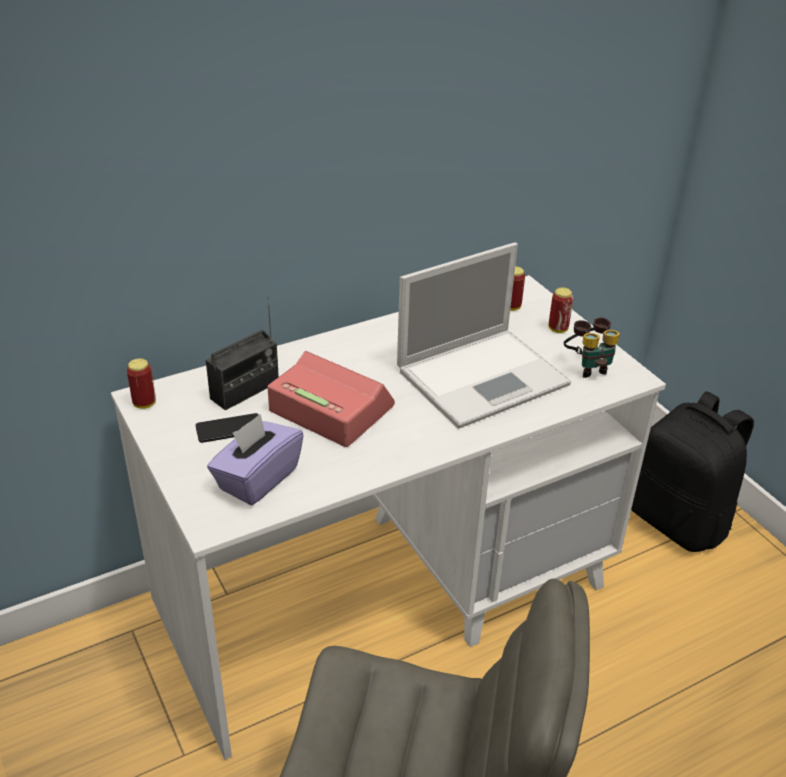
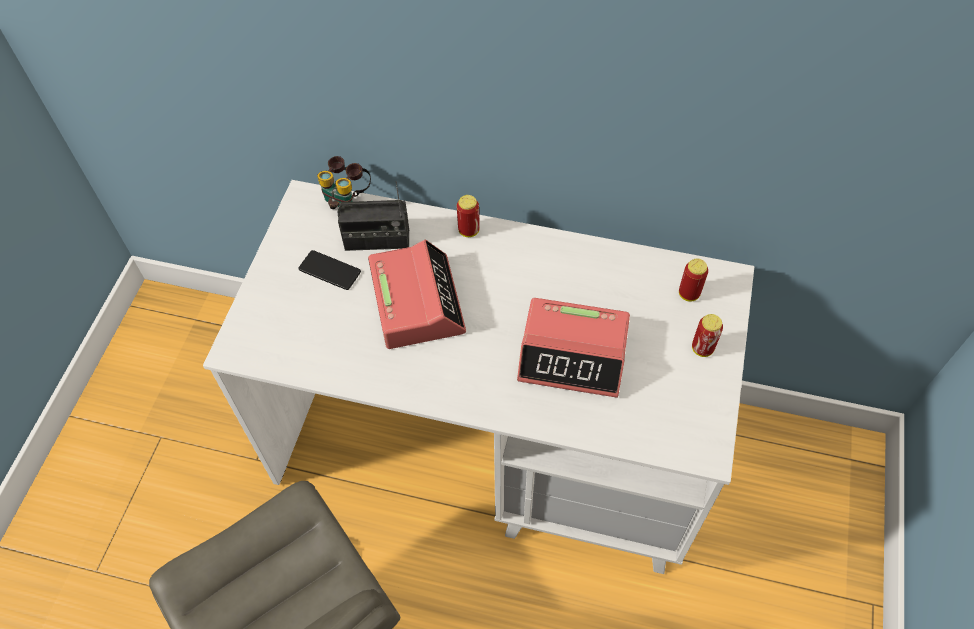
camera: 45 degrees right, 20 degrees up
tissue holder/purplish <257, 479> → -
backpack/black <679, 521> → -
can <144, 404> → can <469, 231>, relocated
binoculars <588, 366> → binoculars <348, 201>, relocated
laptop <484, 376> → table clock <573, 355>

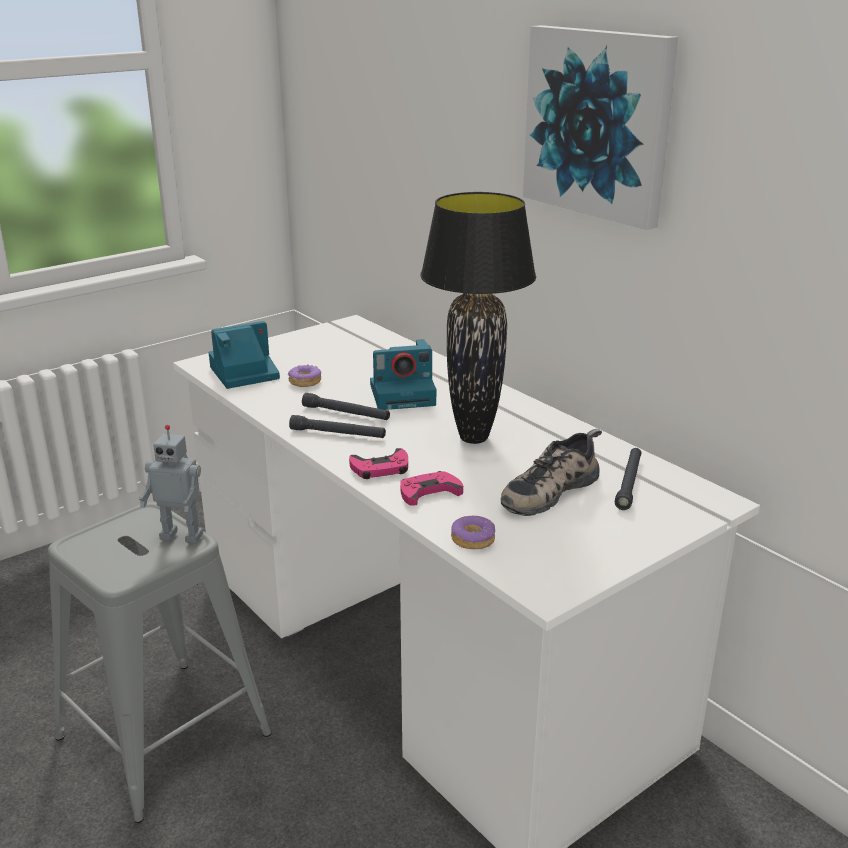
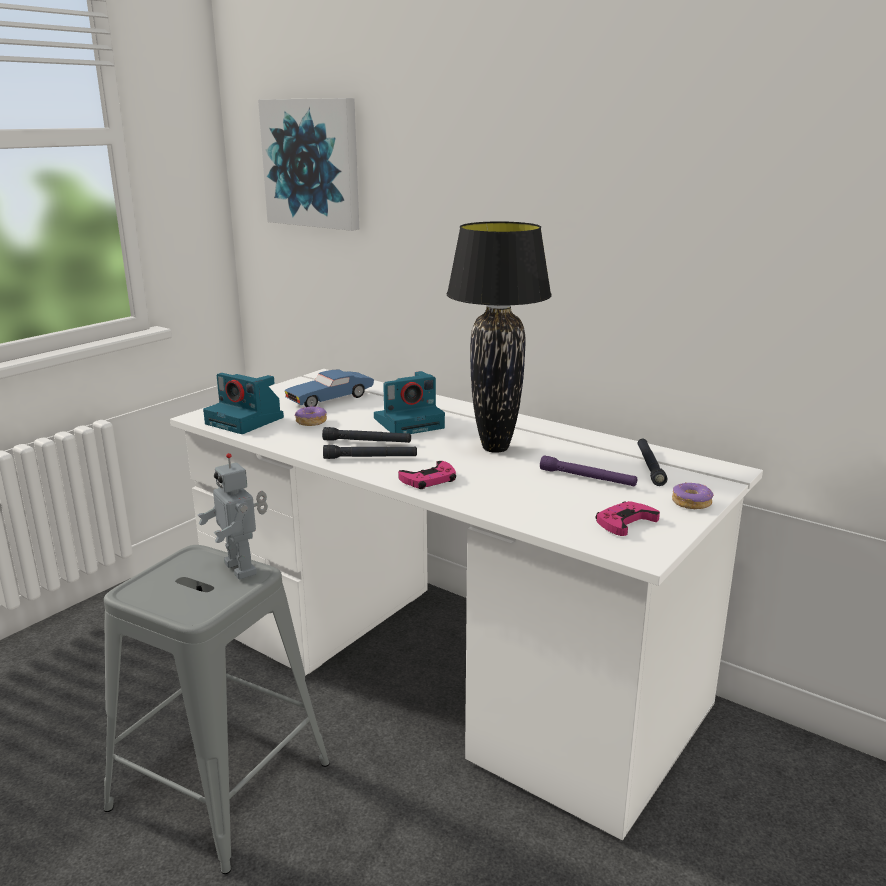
camera: 15 degrees left, 5 degrees down
- → model car/blue <330, 399>
joypad/pink <429, 492> → joypad/pink <625, 523>, relocated
donut <473, 539> → donut <691, 502>, relocated
wall picture <598, 124> → wall picture <312, 163>, relocated
low shoe <548, 489> → hand torch/purplish <587, 478>
model robot <183, 535> → model robot <243, 568>, 60 degrees clockwise
still camera <243, 373> → still camera <246, 421>, 105 degrees counterclockwise

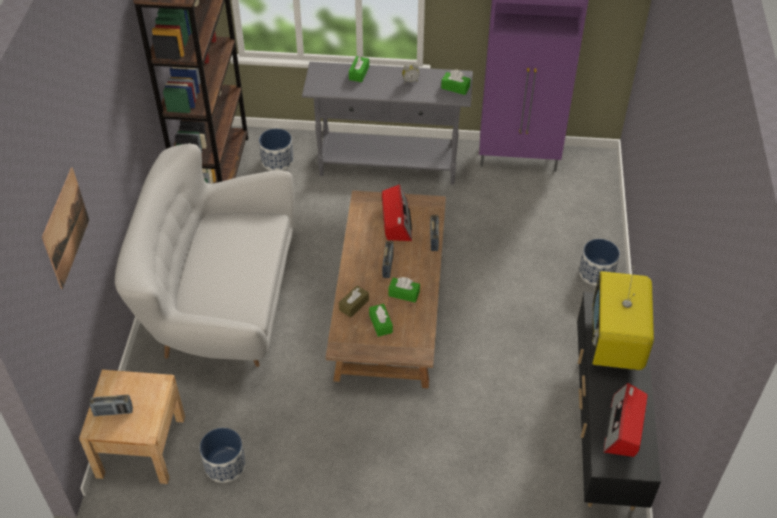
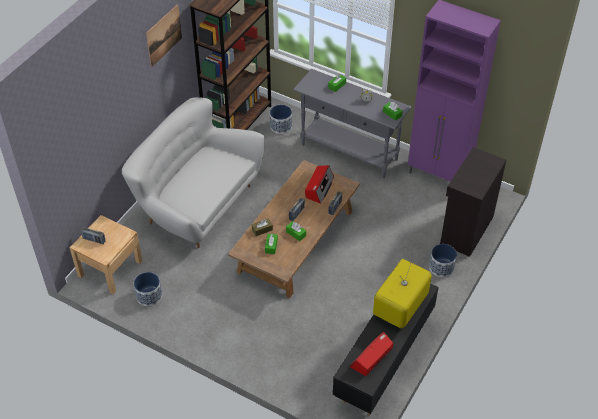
camera: 25 degrees right, 0 degrees up
- → cabinet/black <465, 230>
wall picture <65, 228> → wall picture <164, 35>, relocated

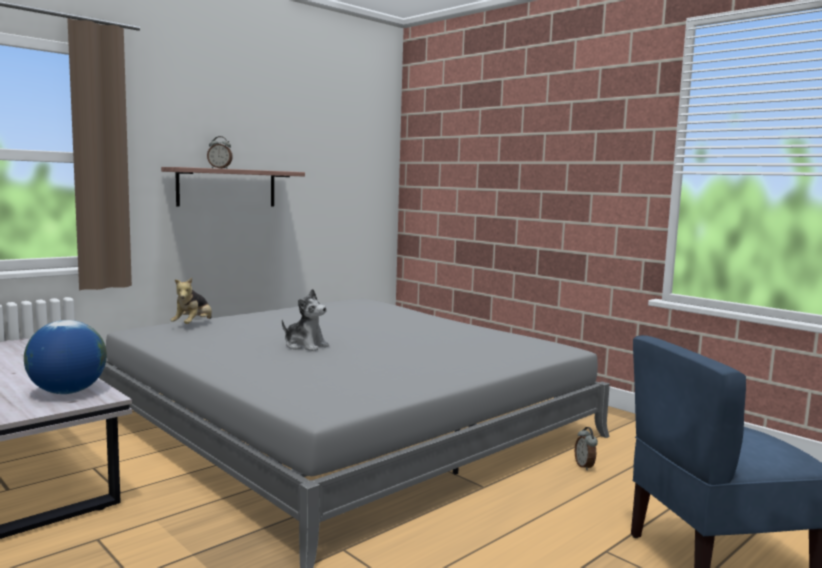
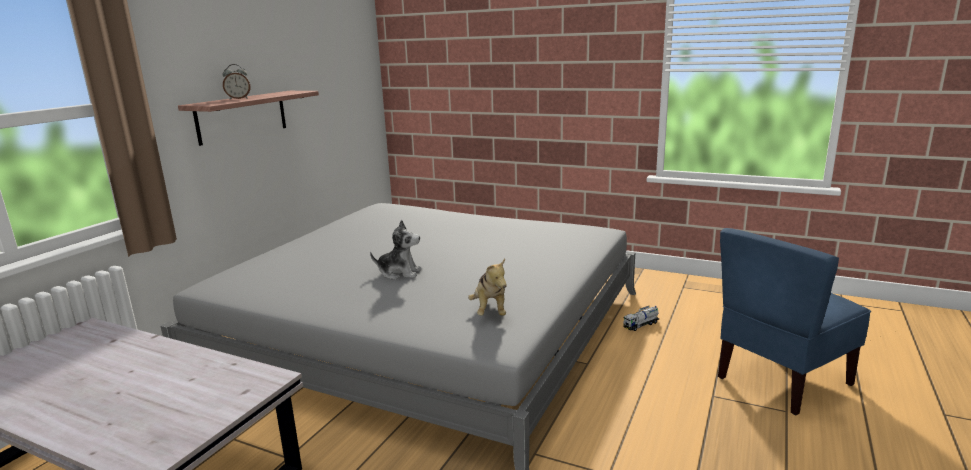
camera: 20 degrees left, 10 degrees up
world globe <67, 392> → -
plush toy <193, 325> → plush toy <490, 311>, relocated
table clock <585, 466> → toy lorry <641, 325>

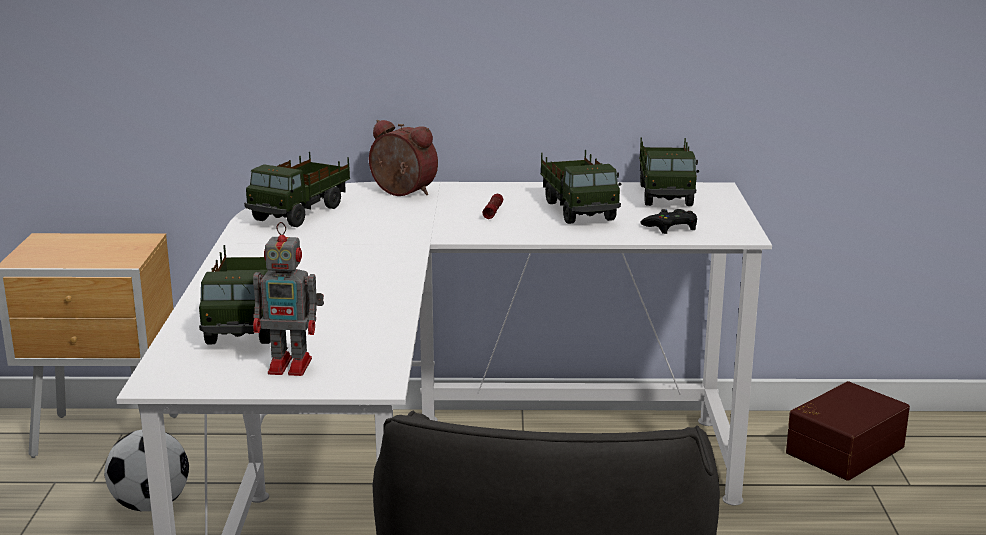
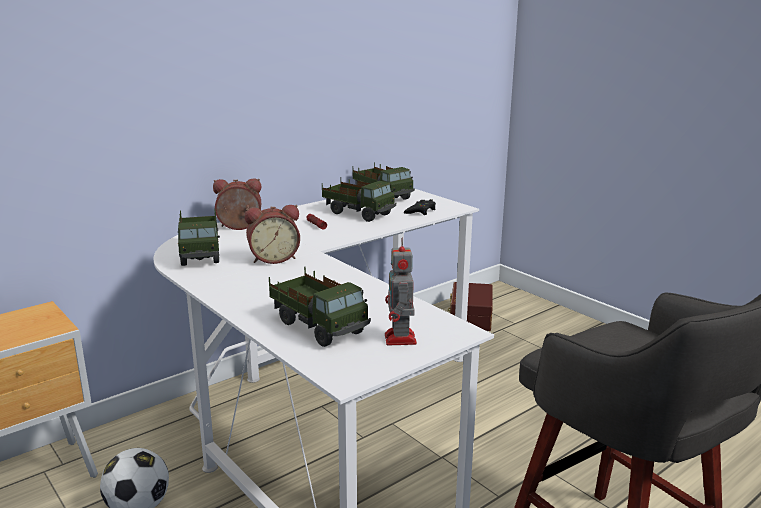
camera: 40 degrees left, 0 degrees up
- → table clock <274, 258>
model robot <292, 366> → model robot <400, 340>, 120 degrees clockwise

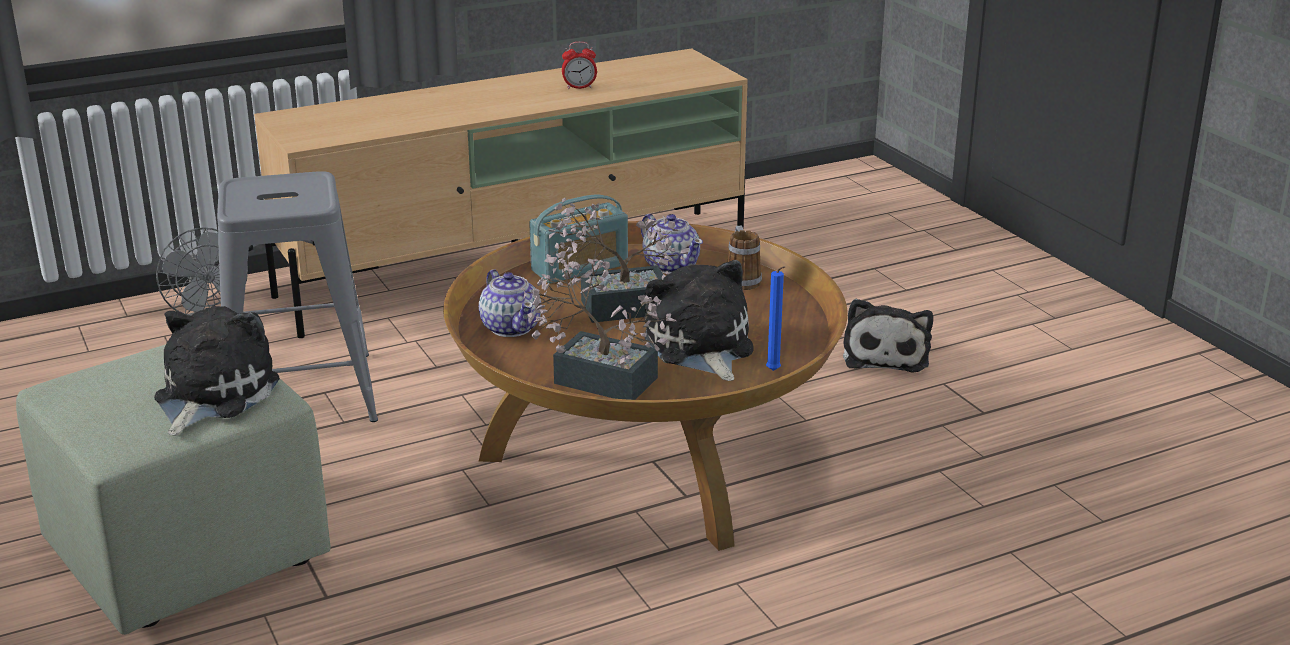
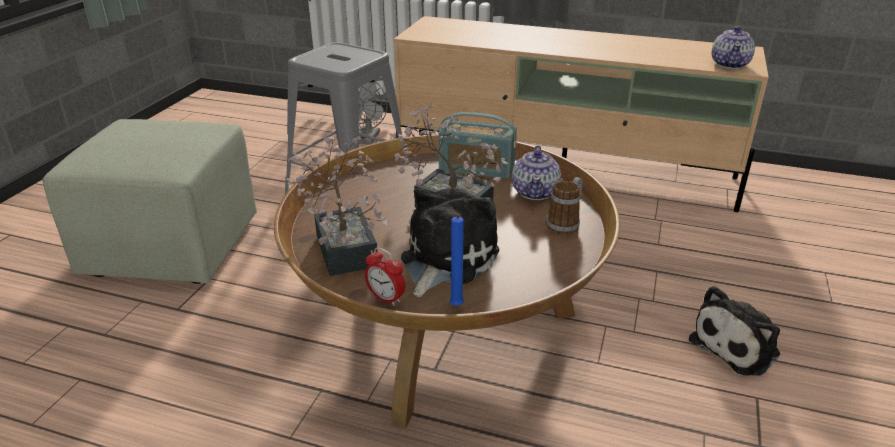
camera: 45 degrees right, 5 degrees up
plush toy <211, 395> → -
teapot <511, 327> → teapot <730, 64>, relocated
table clock <579, 87> → table clock <386, 298>, relocated

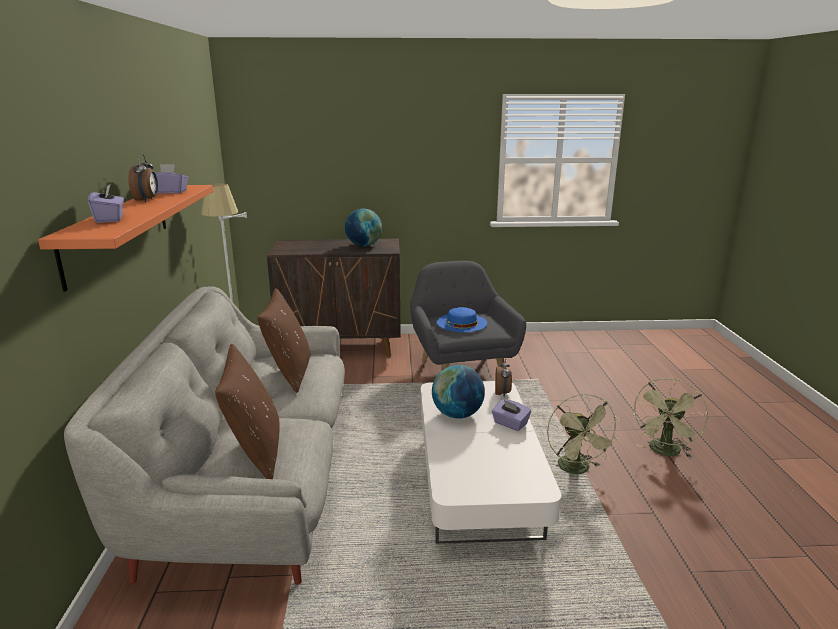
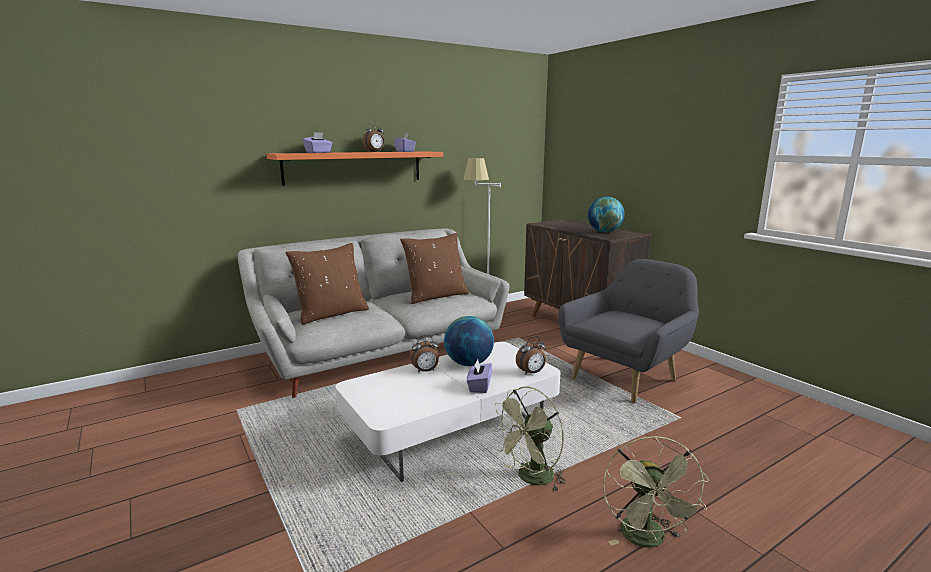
camera: 60 degrees right, 5 degrees down
clothing hat/blue <461, 322> → -
- → table clock <425, 371>
electric fan/green <664, 452> → electric fan/green <647, 540>, 90 degrees counterclockwise

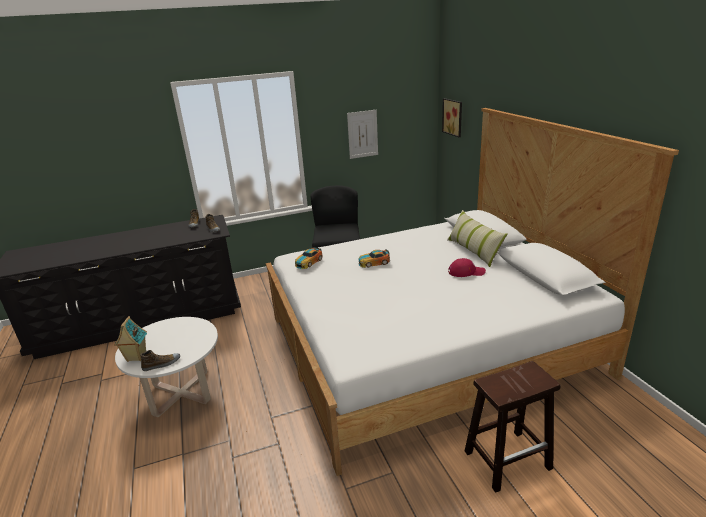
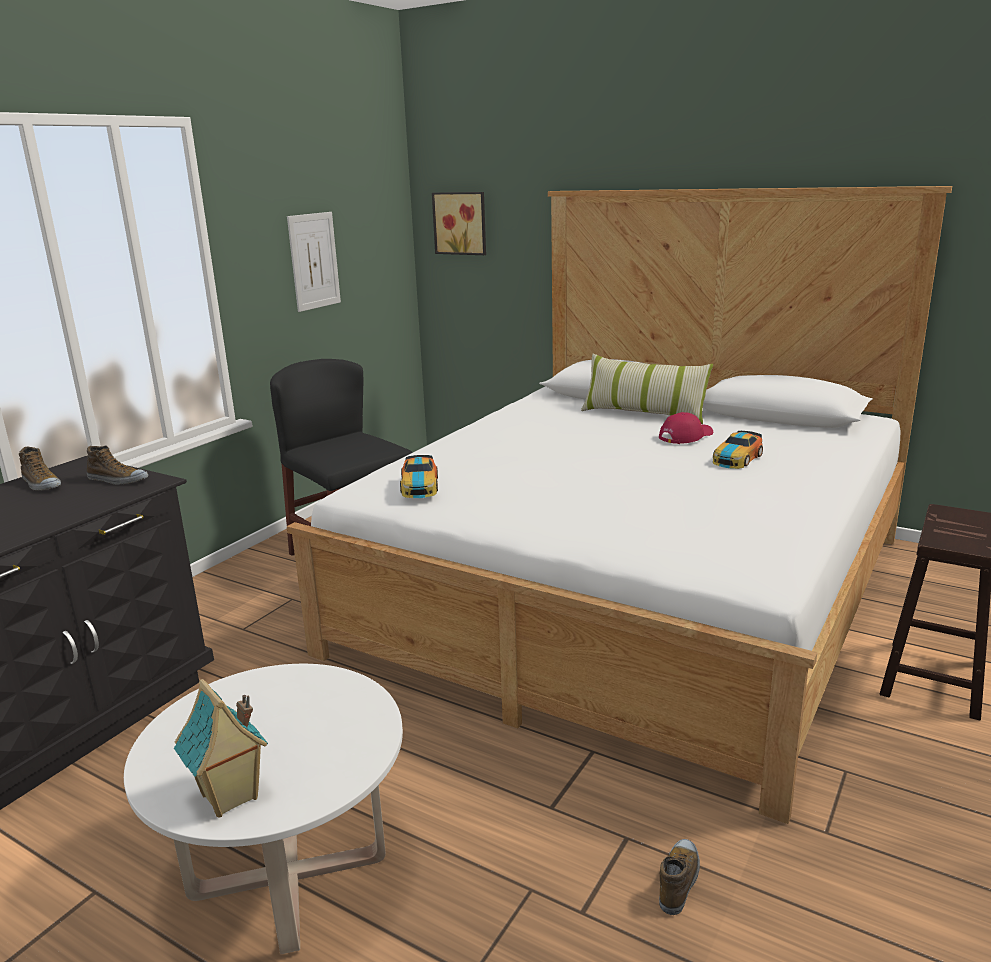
camera: 40 degrees left, 5 degrees down
low shoe <161, 364> → low shoe <679, 881>, relocated
model car <374, 262> → model car <737, 458>, relocated

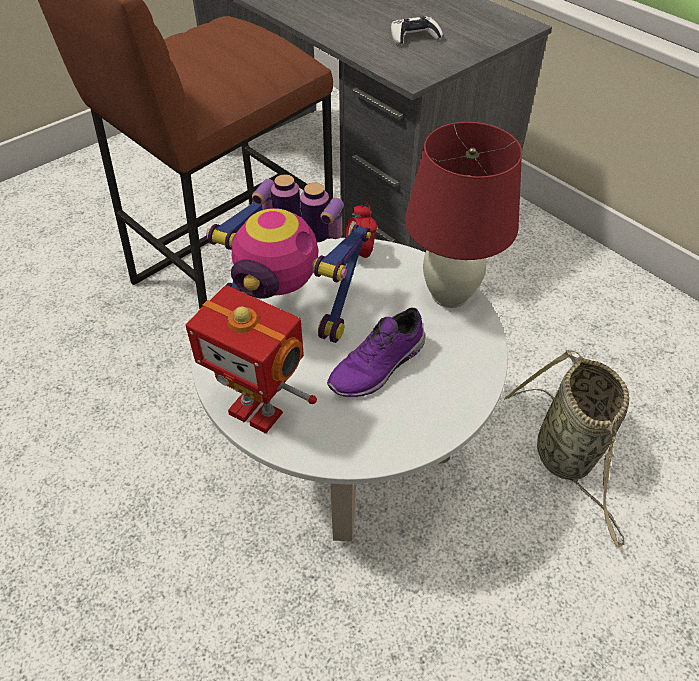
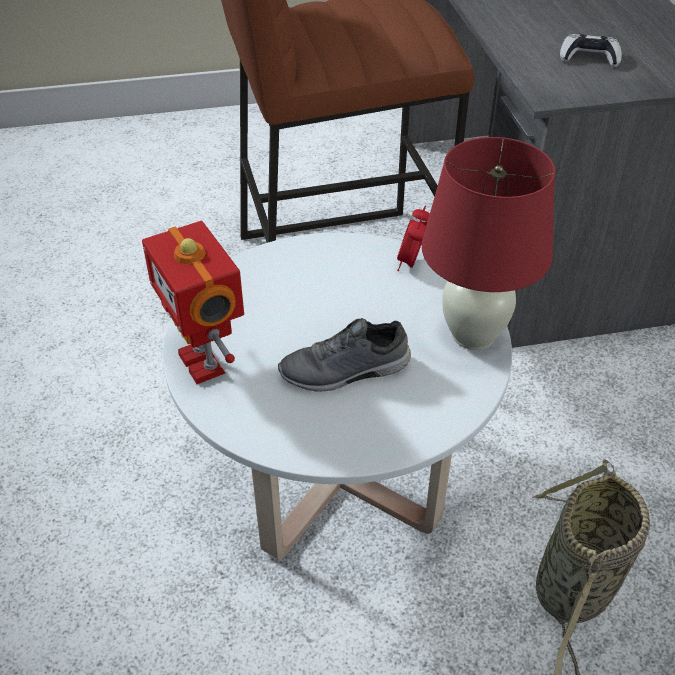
camera: 30 degrees right, 5 degrees down
model robot <291, 308> → -
low shoe/purplish <379, 367> → low shoe/gray <345, 372>

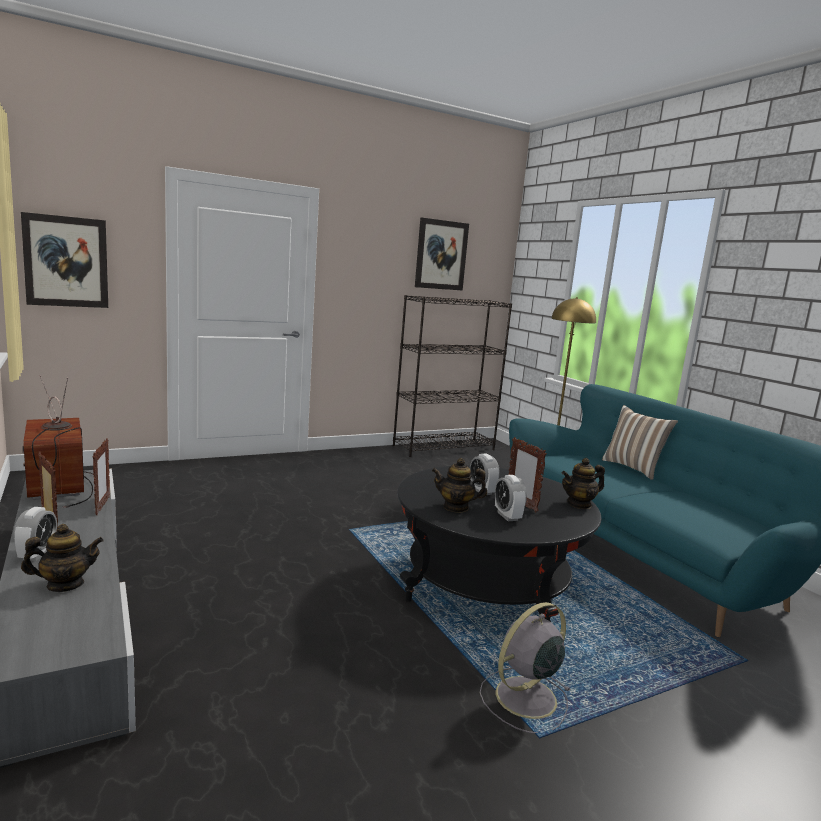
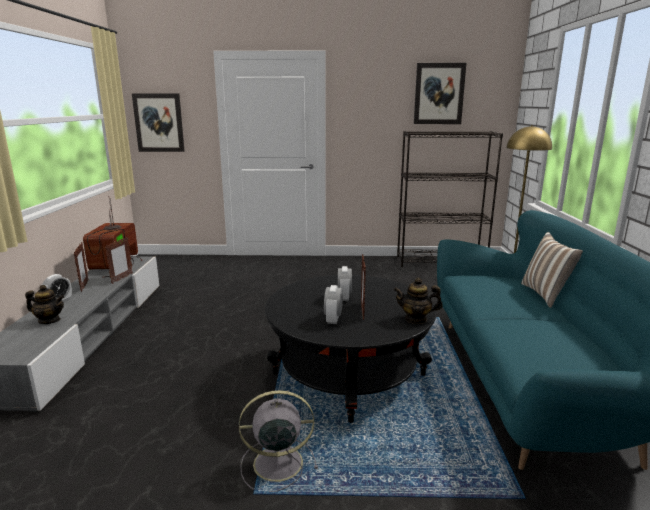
camera: 30 degrees right, 5 degrees up
teapot <456, 507> → -

